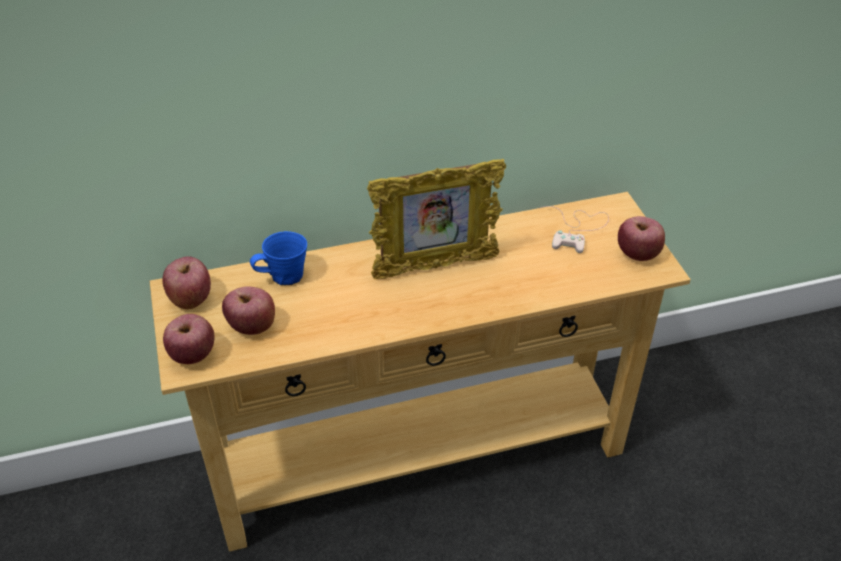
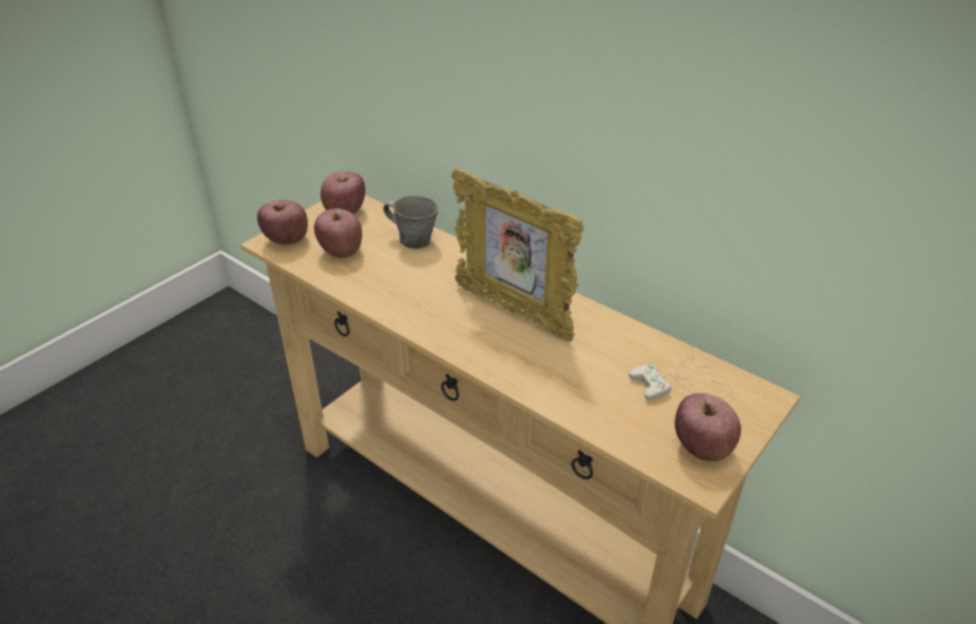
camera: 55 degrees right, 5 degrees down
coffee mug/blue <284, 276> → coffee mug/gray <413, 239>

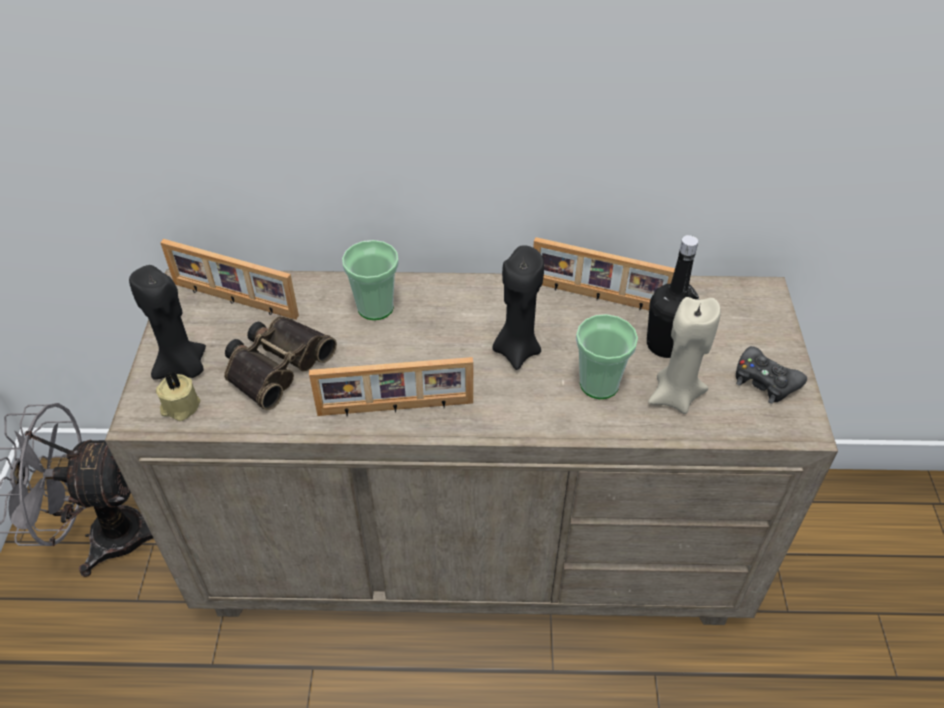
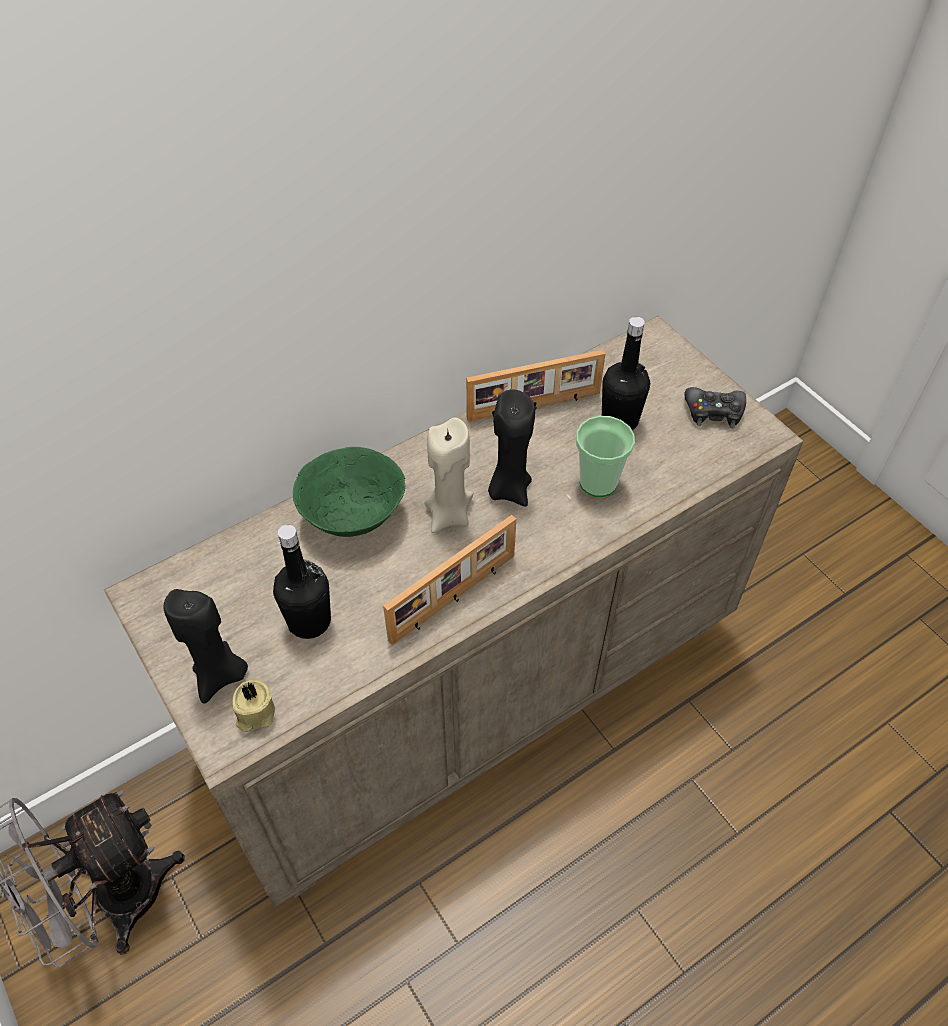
camera: 35 degrees left, 5 degrees up
picture frame <234, 301> → -
wax light/sand-coloured <674, 396> → wax light/sand-coloured <449, 514>, relocated
binoculars <276, 365> → drink bottle/black <309, 621>
small cup <375, 307> → bowl/green <352, 516>

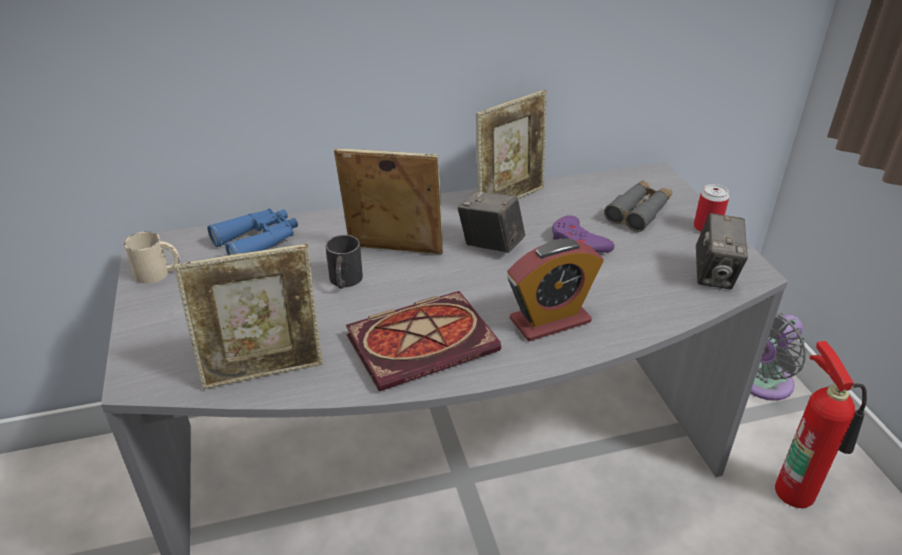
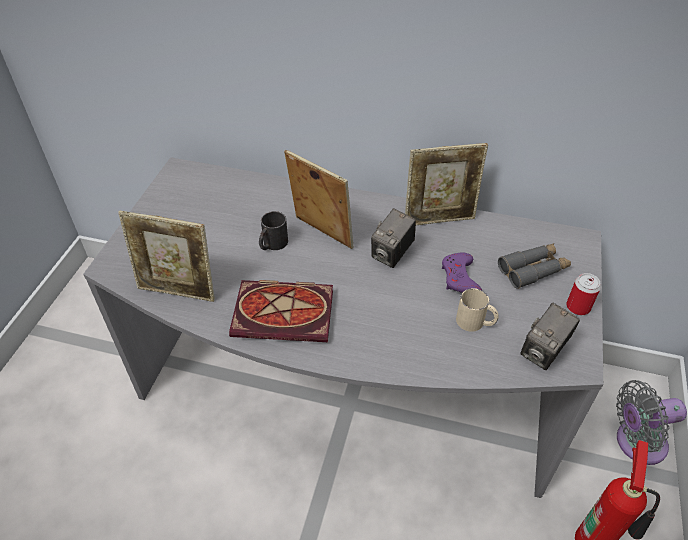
camera: 30 degrees right, 10 degrees up
binoculars/blue <258, 241> → -
table clock <550, 320> → -
coffee mug/sand-coloured <159, 273> → coffee mug/sand-coloured <475, 322>, relocated
still camera <490, 245> → still camera <392, 254>, 120 degrees counterclockwise

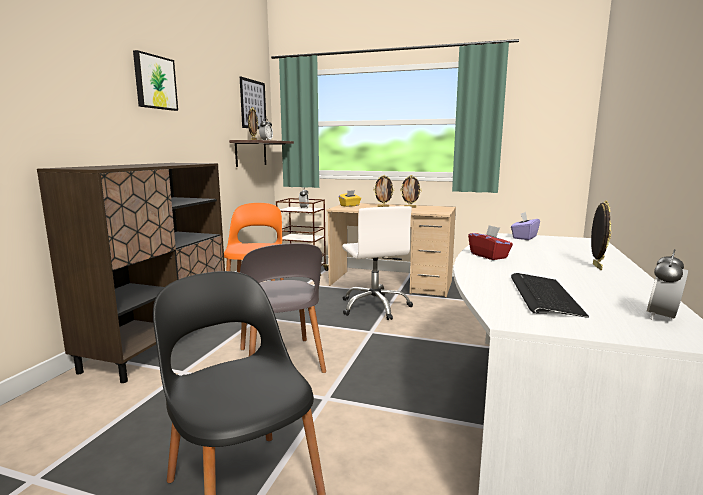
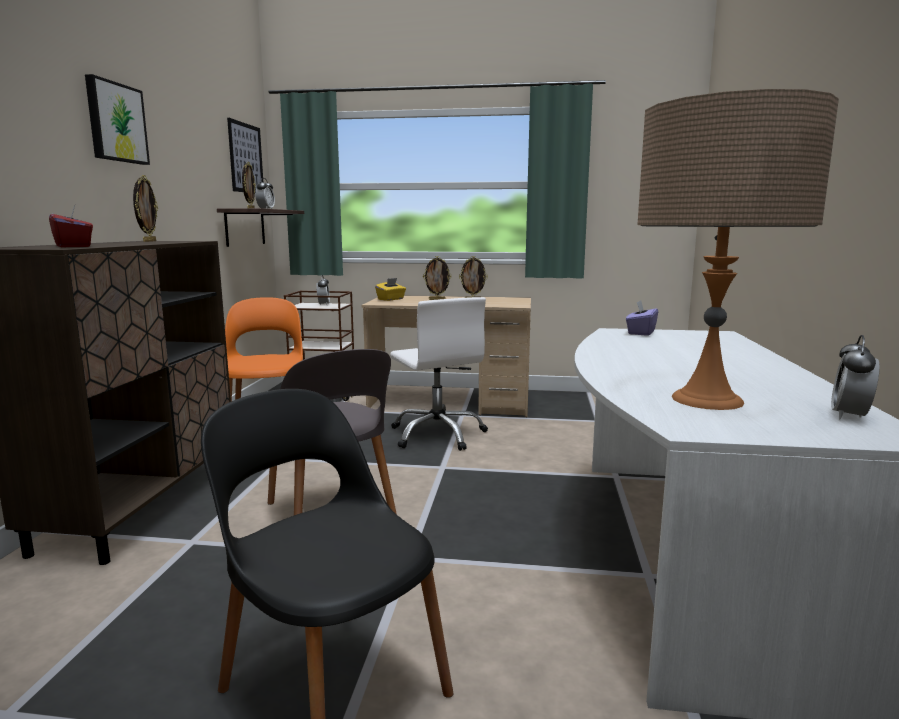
camera: 10 degrees left, 0 degrees up
tissue holder/reddish <489, 256> → tissue holder/reddish <74, 246>, relocated
picture frame <596, 267> → picture frame <149, 241>, relocated
keyboard <543, 296> → tabletop lamp/sand-coloured <706, 399>

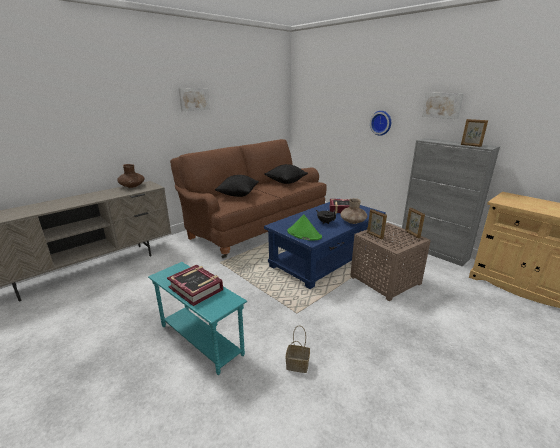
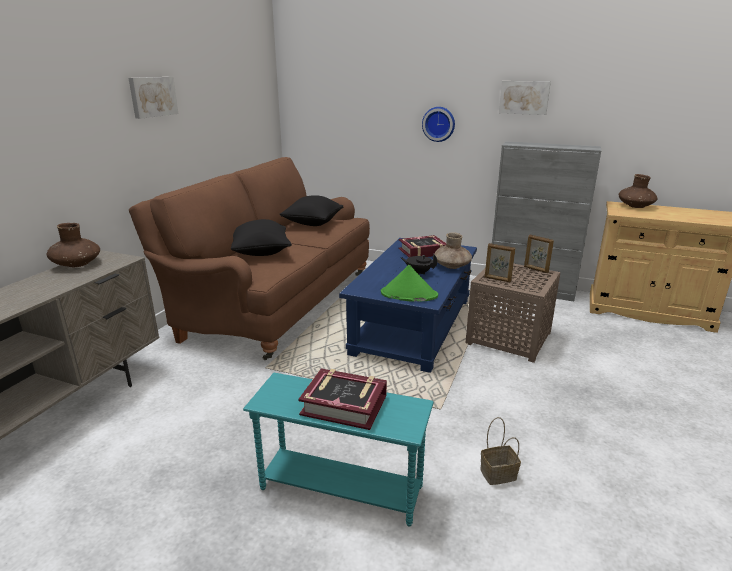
camera: 25 degrees left, 0 degrees up
picture frame <471, 145> → -
- → decorative vase/brown-coloured <635, 206>

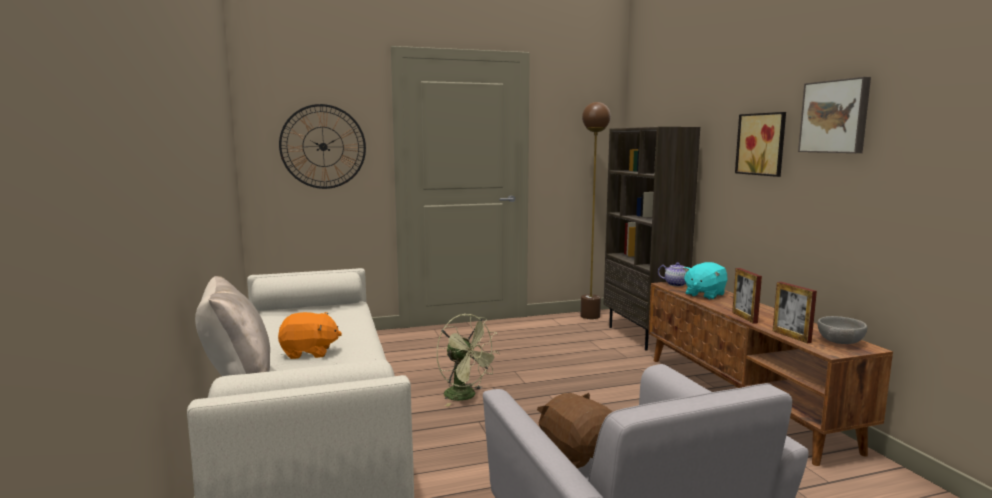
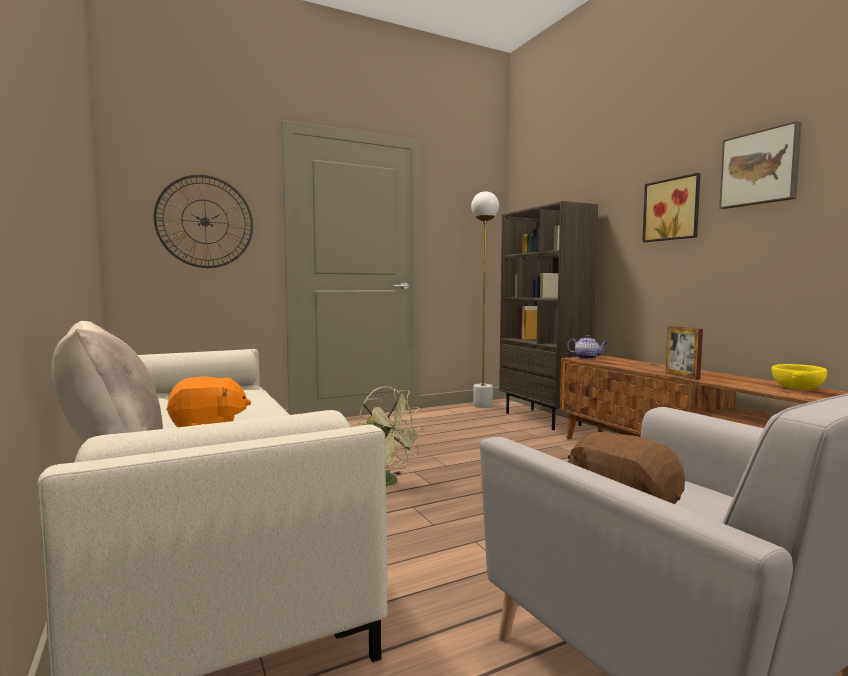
camera: 10 degrees left, 5 degrees down
plush toy/turquoise <704, 295> → -
picture frame <791, 336> → -
standing lamp/brown-coloured <590, 316> → standing lamp/white <482, 405>
bowl/gray <841, 342> → bowl/yellowish <798, 388>

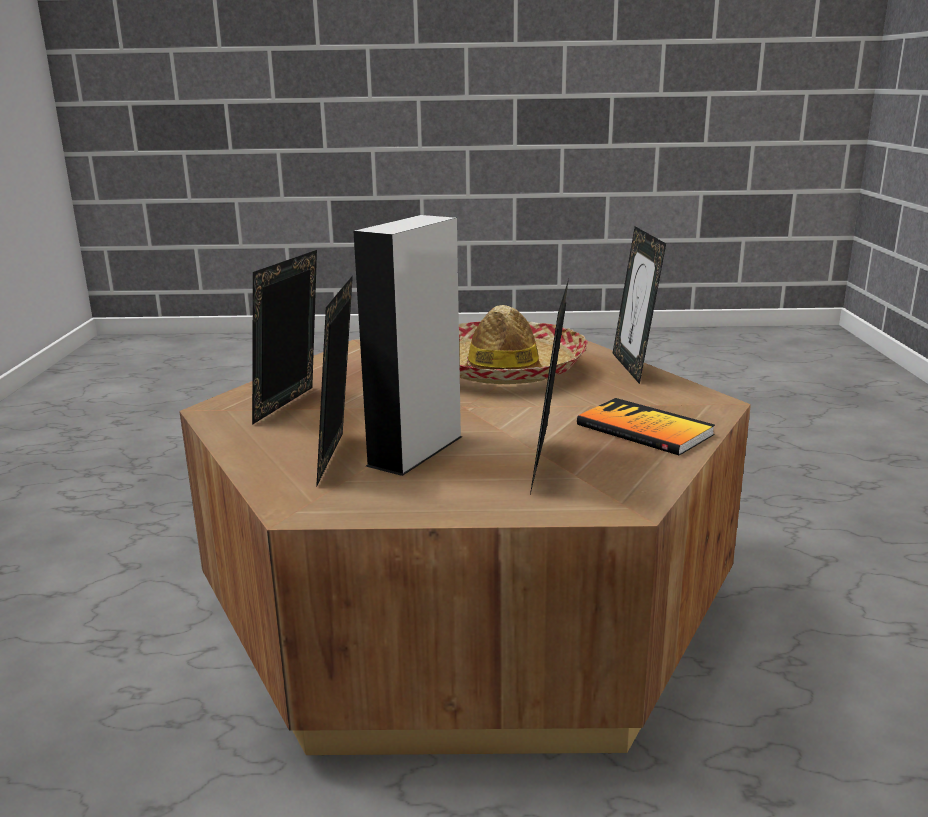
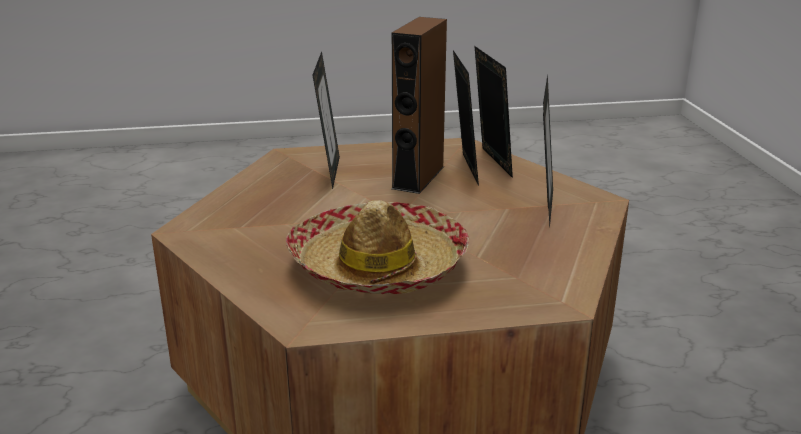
camera: 170 degrees right, 5 degrees up
bound book <644, 430> → -
picture frame <633, 367> → picture frame <490, 163>, relocated
audio speaker/gray <416, 450> → audio speaker/brown-coloured <418, 177>

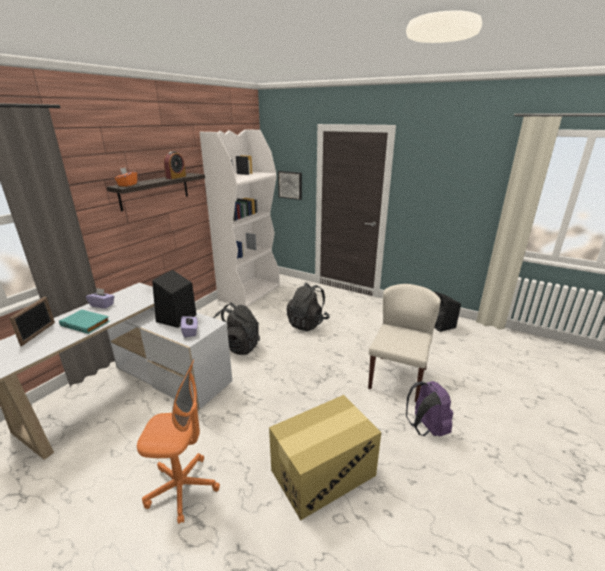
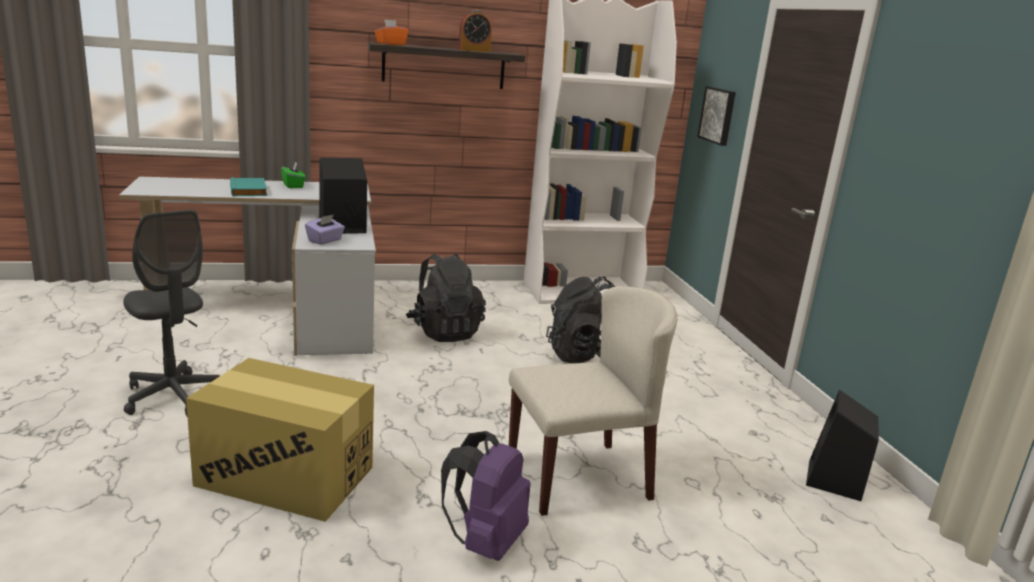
camera: 45 degrees right, 5 degrees down
picture frame <38, 333> → -
tissue holder/purplish <102, 305> → tissue holder/green <293, 185>
office chair/orange <182, 488> → office chair/gray <173, 396>

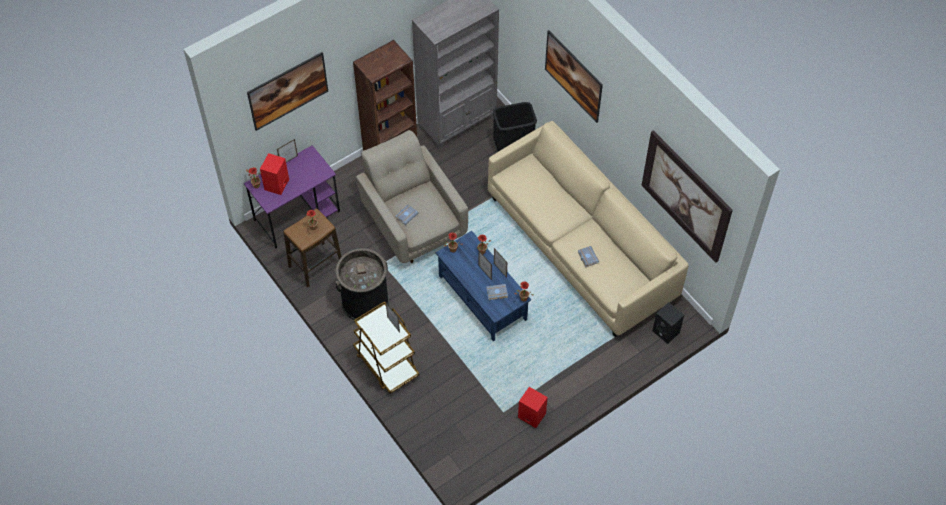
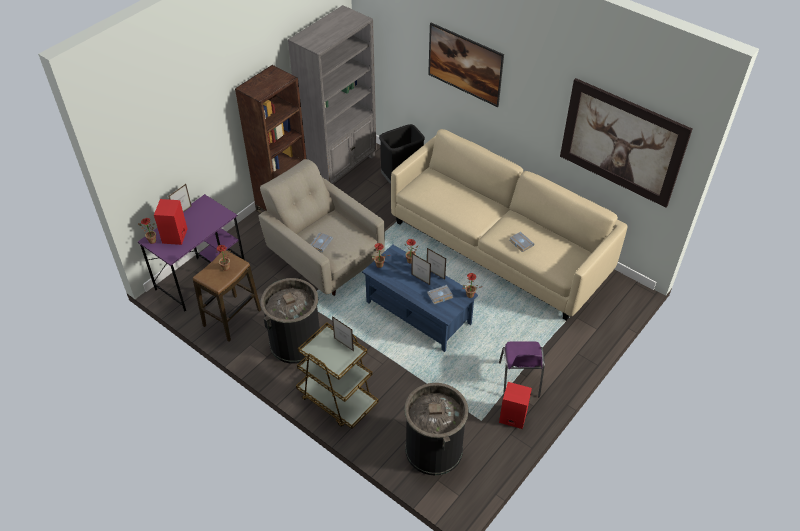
camera: 15 degrees left, 10 degrees down
wall picture <290, 100> → -
audio speaker/black <666, 332> → -
- → trash can/black <434, 449>
- → chair/purplish <519, 381>

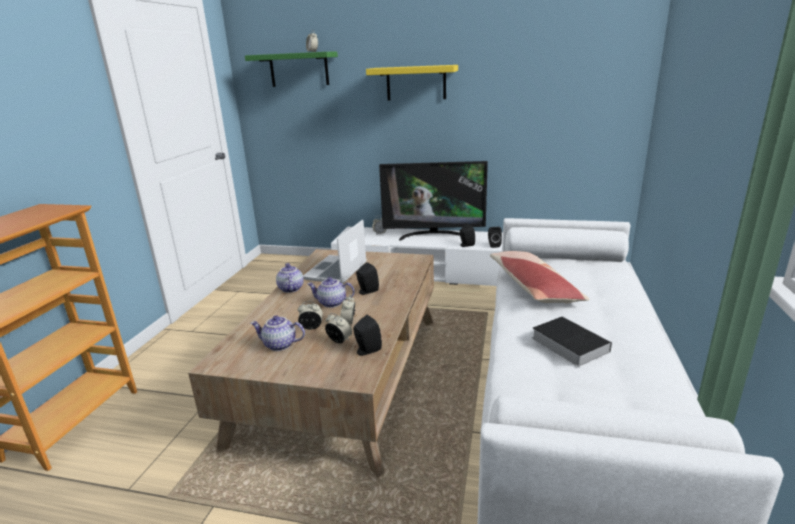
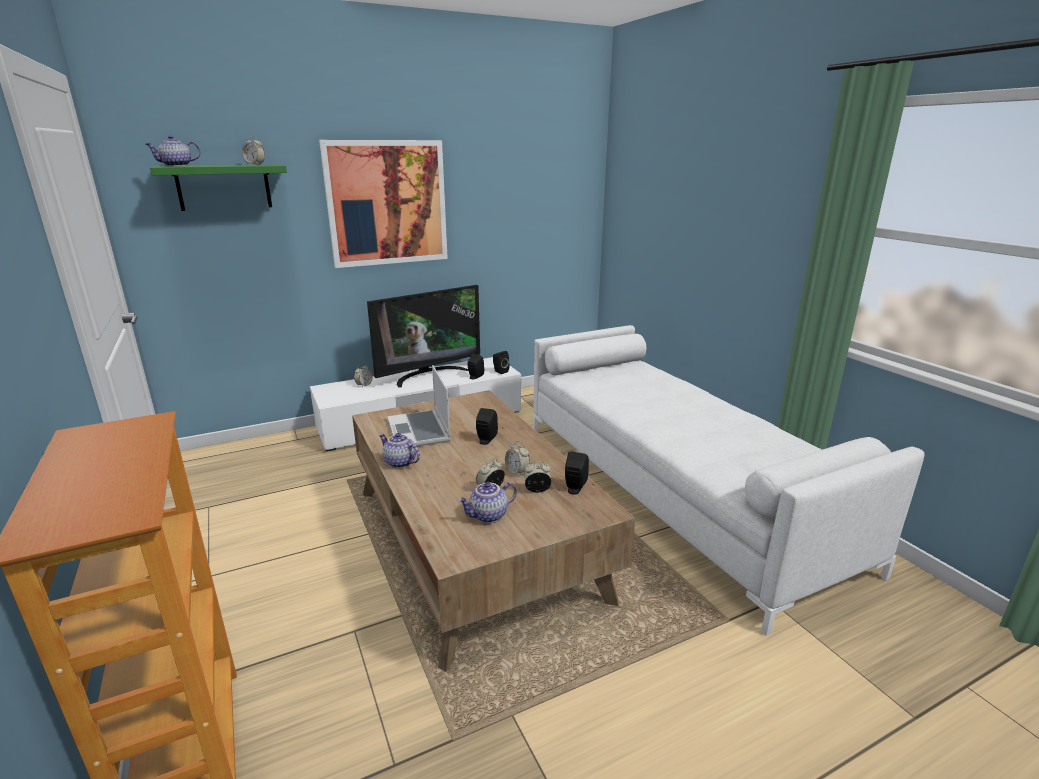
camera: 40 degrees left, 0 degrees up
cushion <533, 287> → -
bound book <567, 343> → -
teapot <331, 303> → teapot <176, 166>, relocated
shelf/yellowish <416, 83> → wall picture <387, 203>

